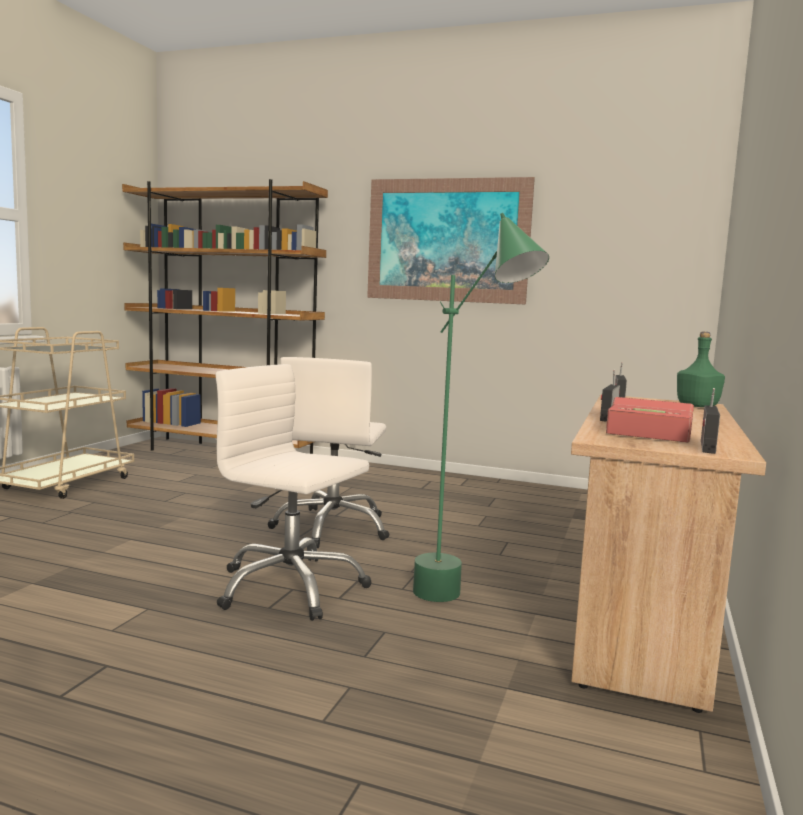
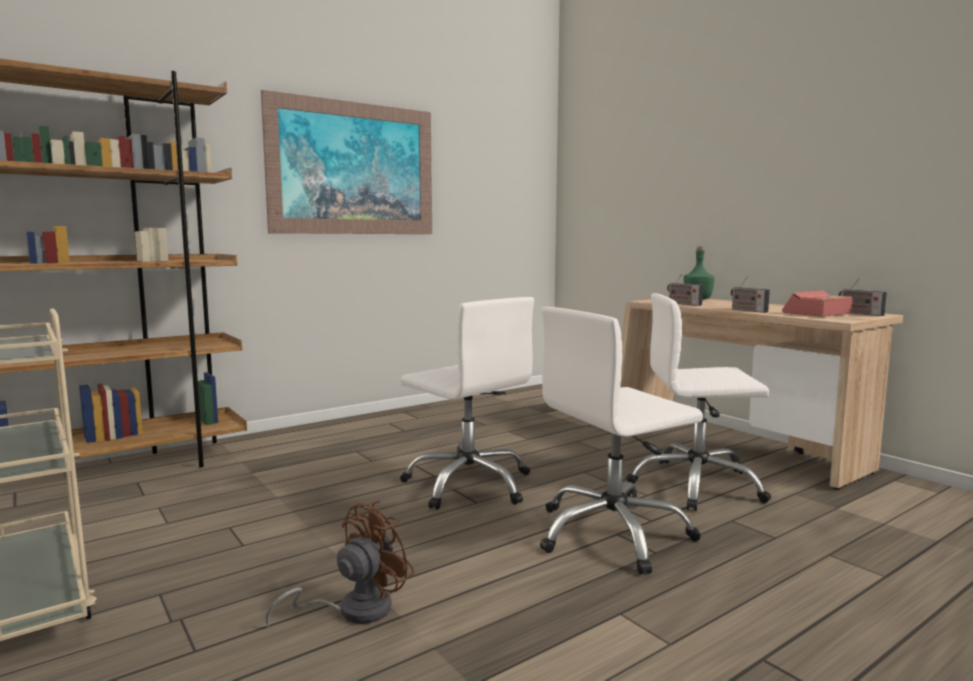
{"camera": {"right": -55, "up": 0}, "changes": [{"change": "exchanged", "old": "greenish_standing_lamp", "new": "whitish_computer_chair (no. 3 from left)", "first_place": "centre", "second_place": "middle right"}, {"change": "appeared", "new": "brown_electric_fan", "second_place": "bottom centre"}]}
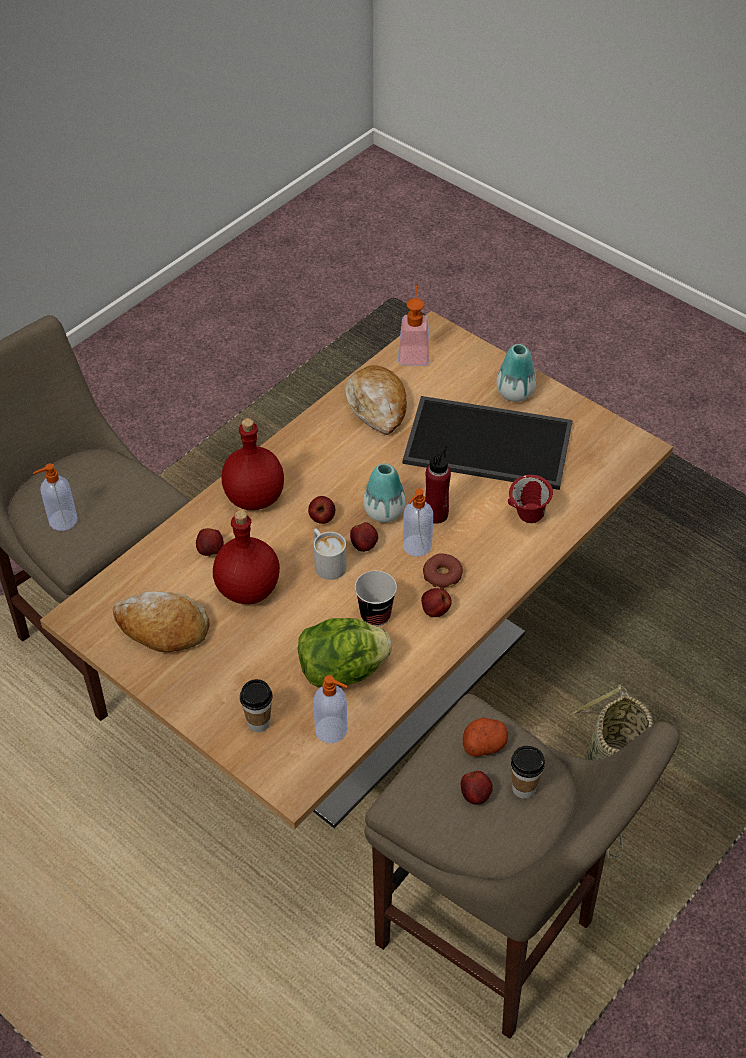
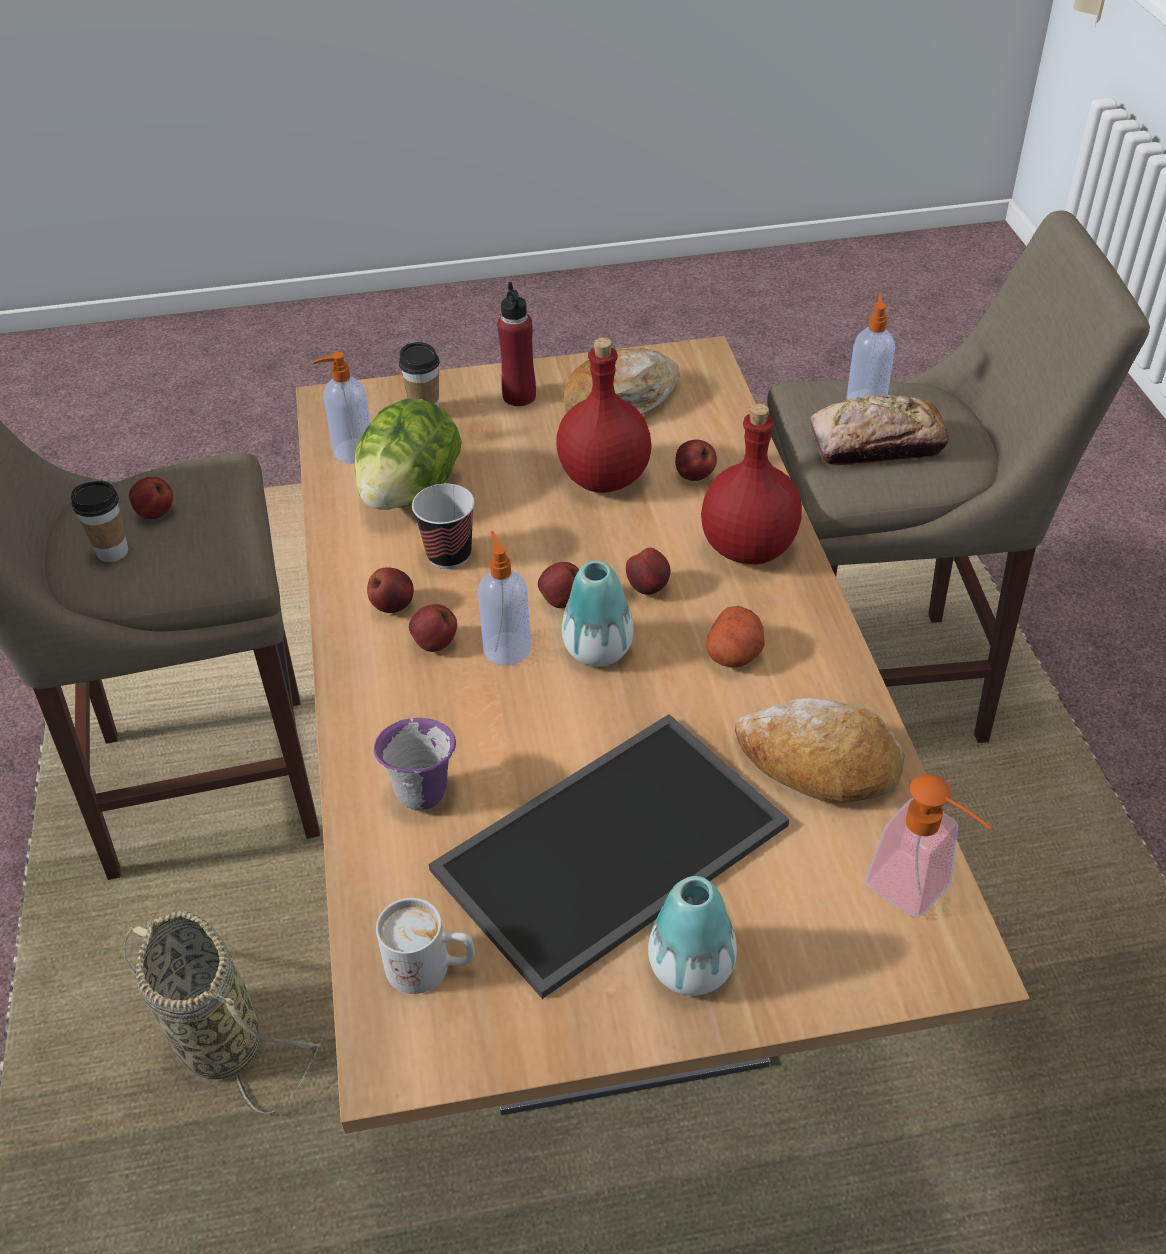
{"camera": {"right": 130, "up": -5}, "changes": [{"change": "relocated", "old": "red-coloured_beverage_bottle (no. 3 from left in the first image)", "new": "red-coloured_beverage_bottle (no. 1 from left)", "first_place": "centre", "second_place": "top centre"}, {"change": "colour", "old": "red-coloured_mug", "new": "purple-coloured_mug", "first_place": "middle right", "second_place": "centre"}, {"change": "relocated", "old": "whitish_mug", "first_place": "centre", "second_place": "bottom centre"}, {"change": "exchanged", "old": "donut", "new": "whole_apple (no. 3 from left)", "first_place": "centre", "second_place": "centre"}, {"change": "relocated", "old": "spud", "first_place": "bottom centre", "second_place": "centre"}, {"change": "appeared", "new": "baked_bread (no. 3 from left)", "second_place": "middle right"}]}
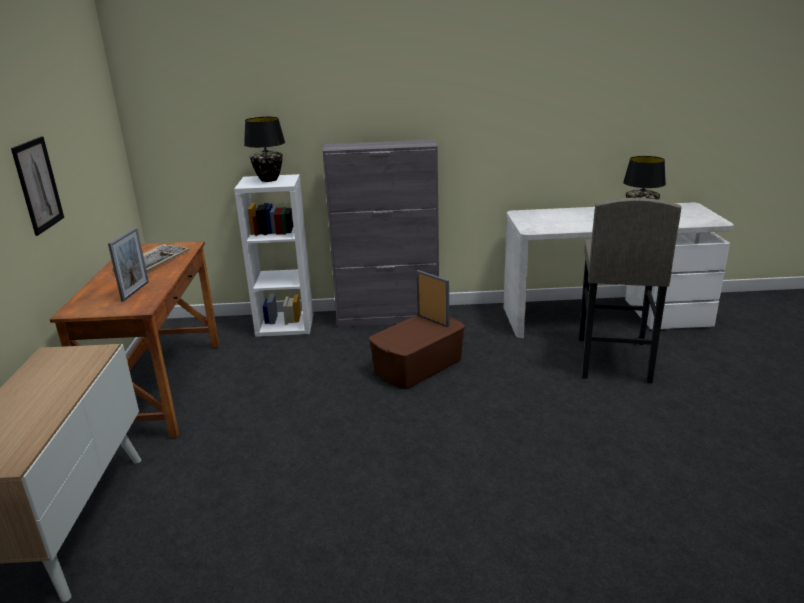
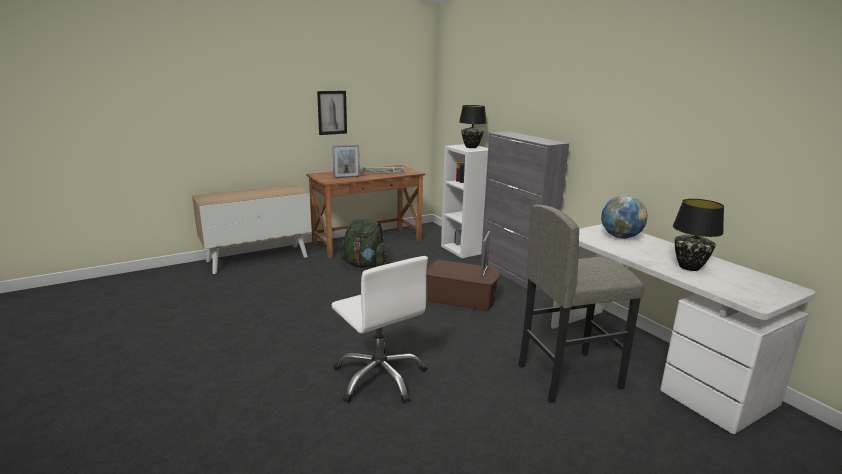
{"camera": {"right": 60, "up": -5}, "changes": [{"change": "appeared", "new": "desk_globe", "second_place": "middle right"}, {"change": "appeared", "new": "greenish_knapsack", "second_place": "centre"}, {"change": "appeared", "new": "whitish_computer_chair", "second_place": "bottom centre"}]}
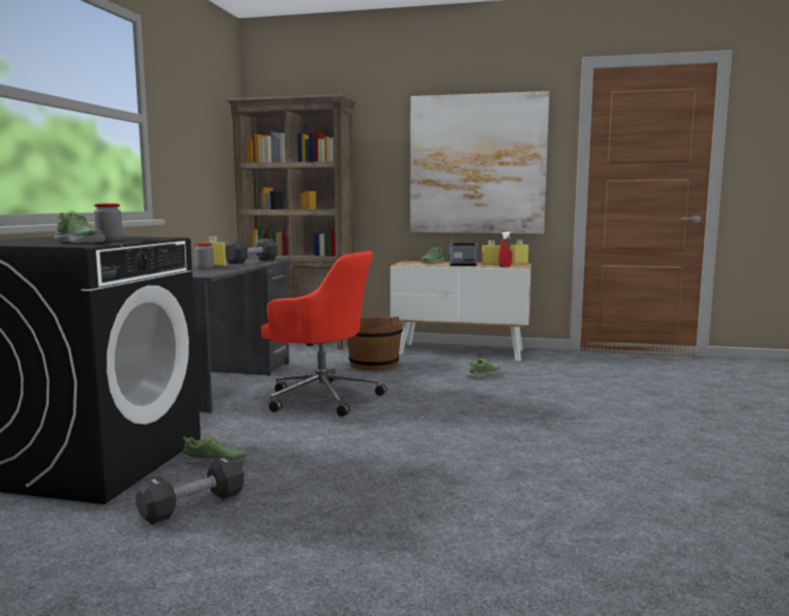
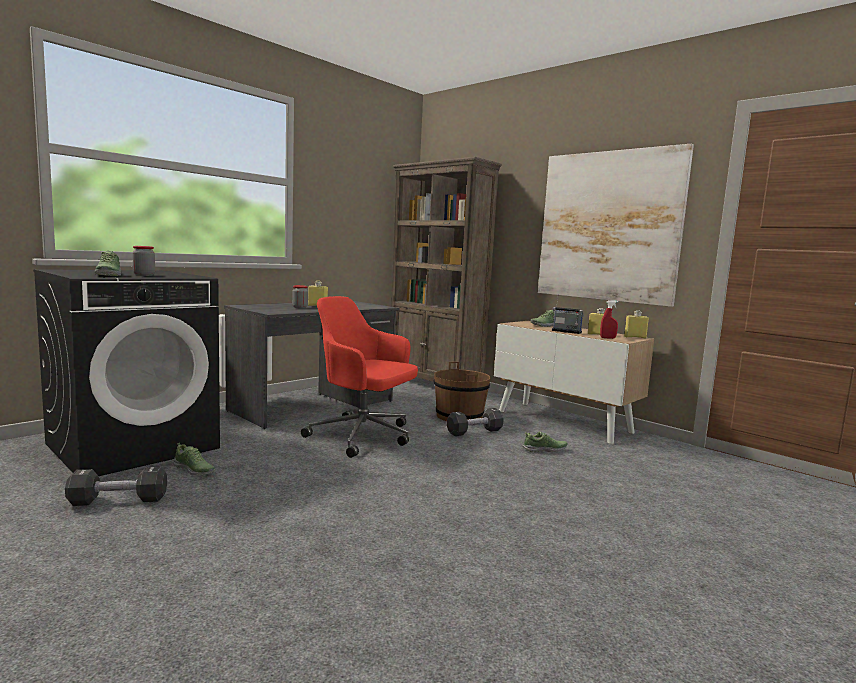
{"camera": {"right": 30, "up": 0}, "changes": [{"change": "relocated", "old": "black_hand_weight (no. 2 from left)", "first_place": "middle left", "second_place": "centre"}, {"change": "spun", "old": "red-coloured_computer_chair", "first_place": "centre", "second_place": "centre", "degrees": 150}]}
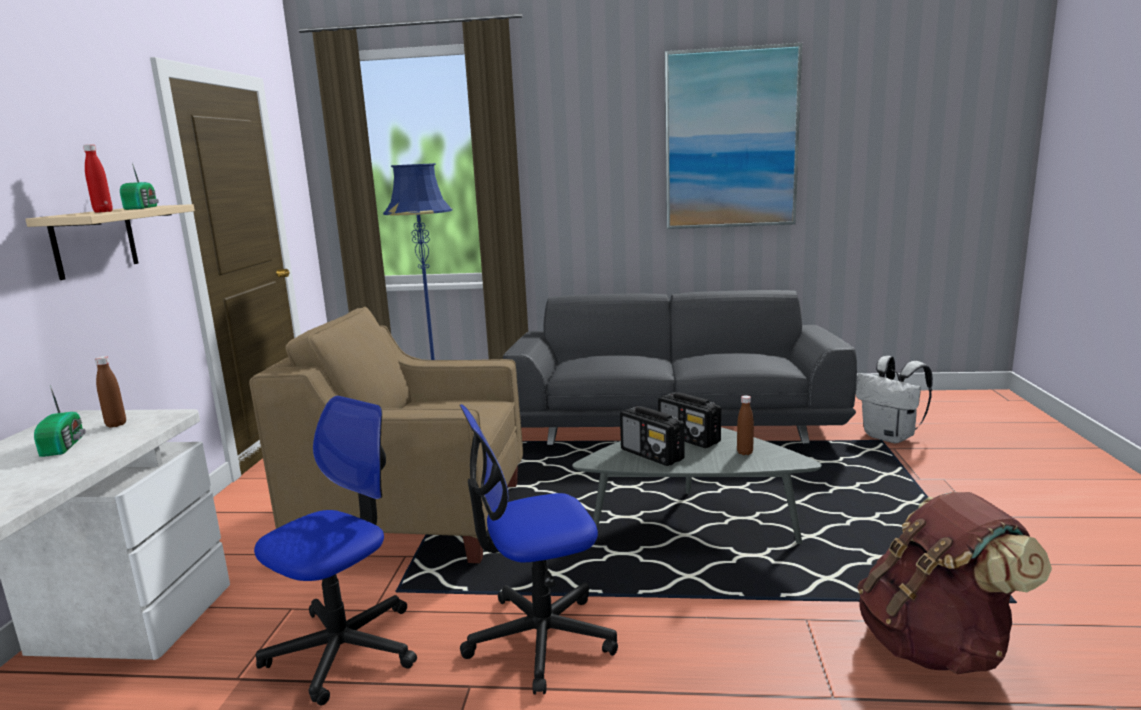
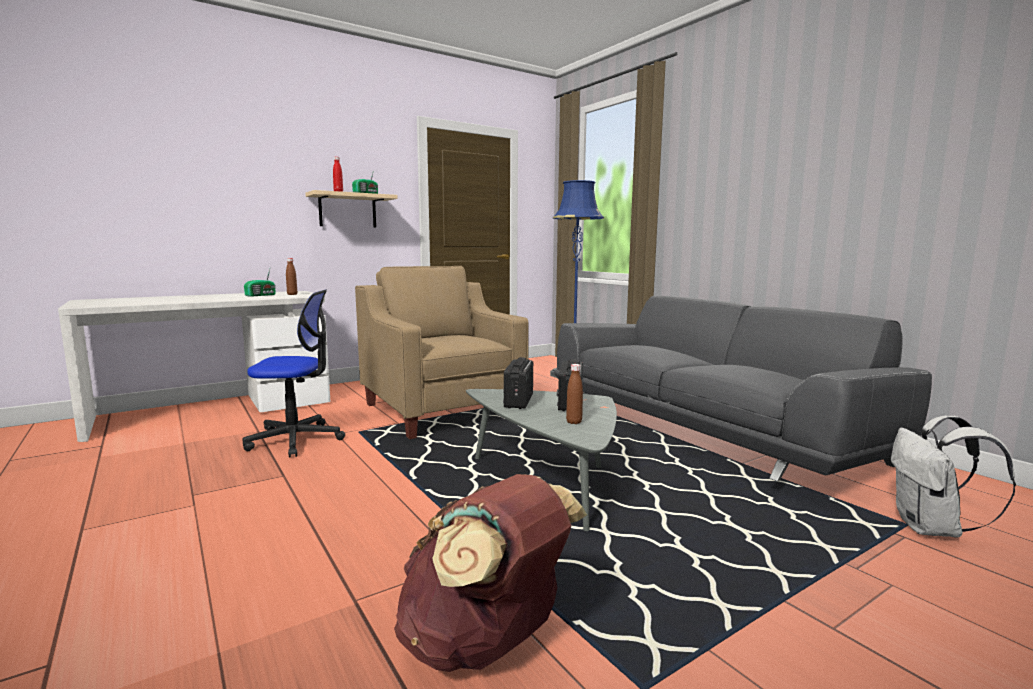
{"camera": {"right": 50, "up": -5}, "changes": [{"change": "missing", "old": "picture", "first_place": "top centre"}, {"change": "missing", "old": "computer_chair (no. 2 from left)", "first_place": "bottom centre"}]}
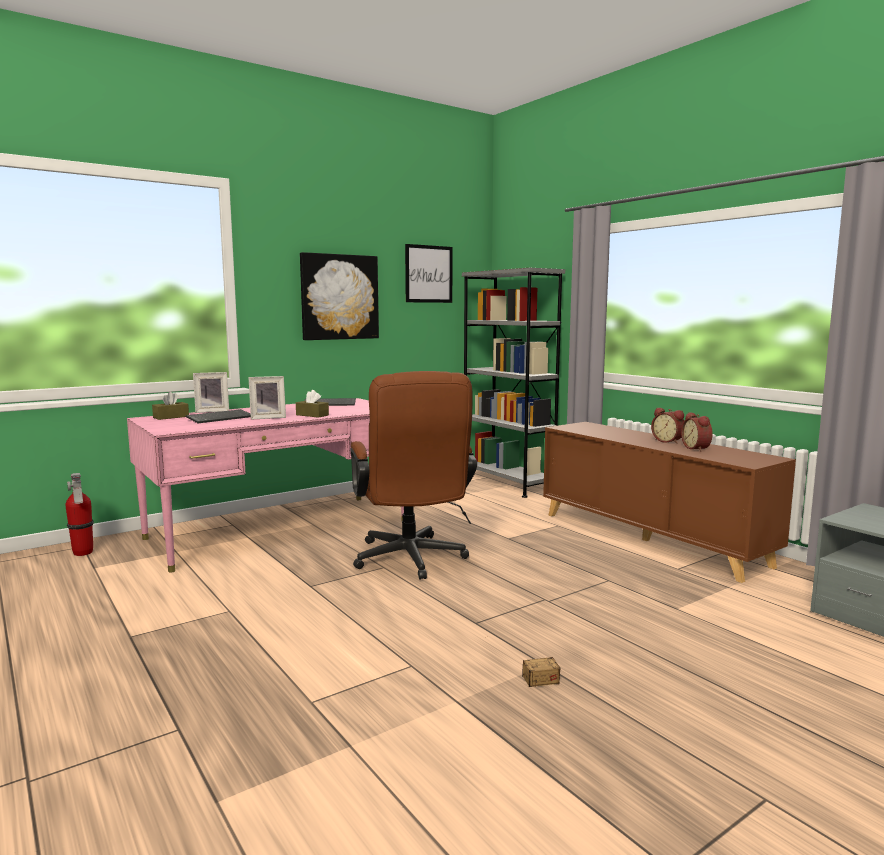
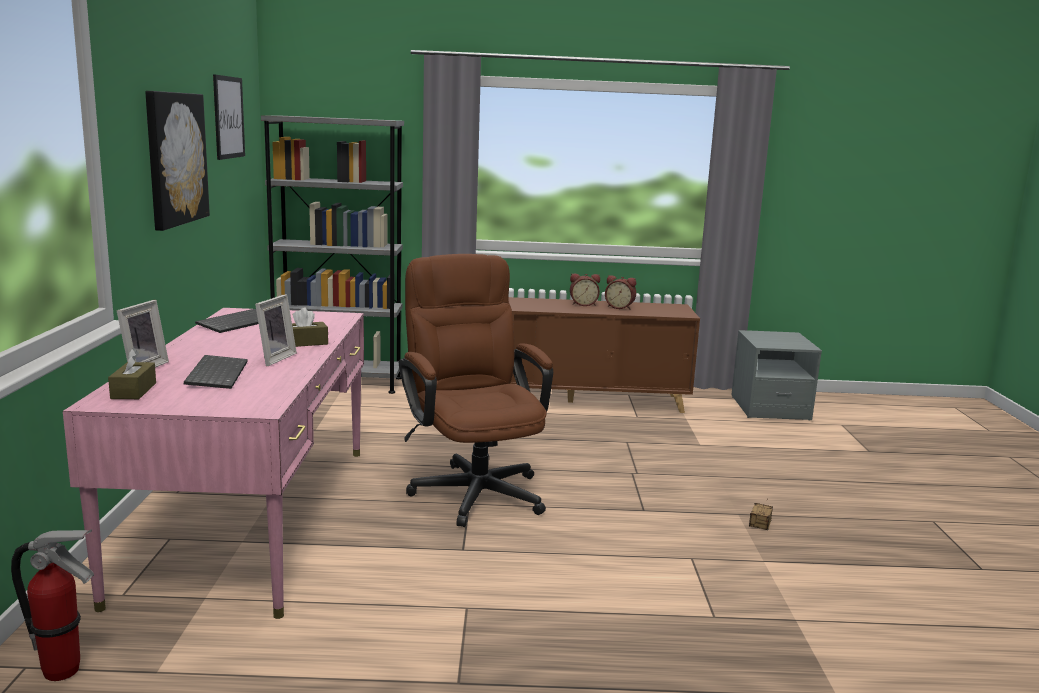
{"camera": {"right": -55, "up": 5}, "changes": [{"change": "spun", "old": "brown_computer_chair", "first_place": "centre", "second_place": "centre", "degrees": -135}]}
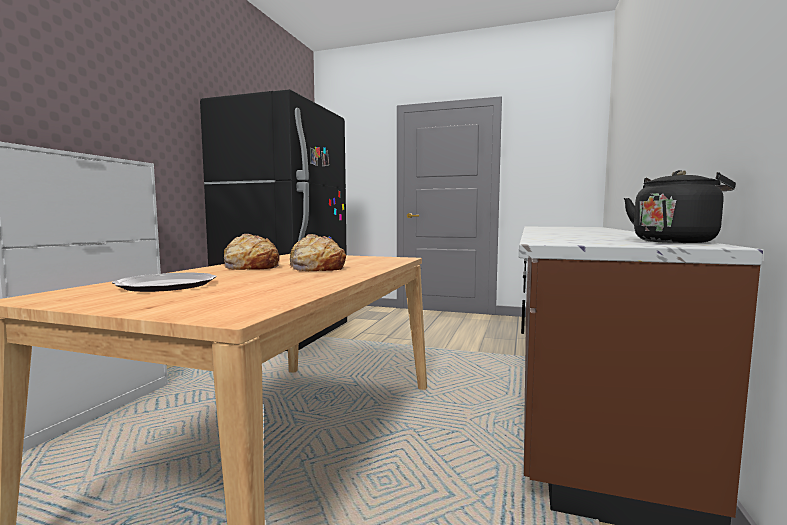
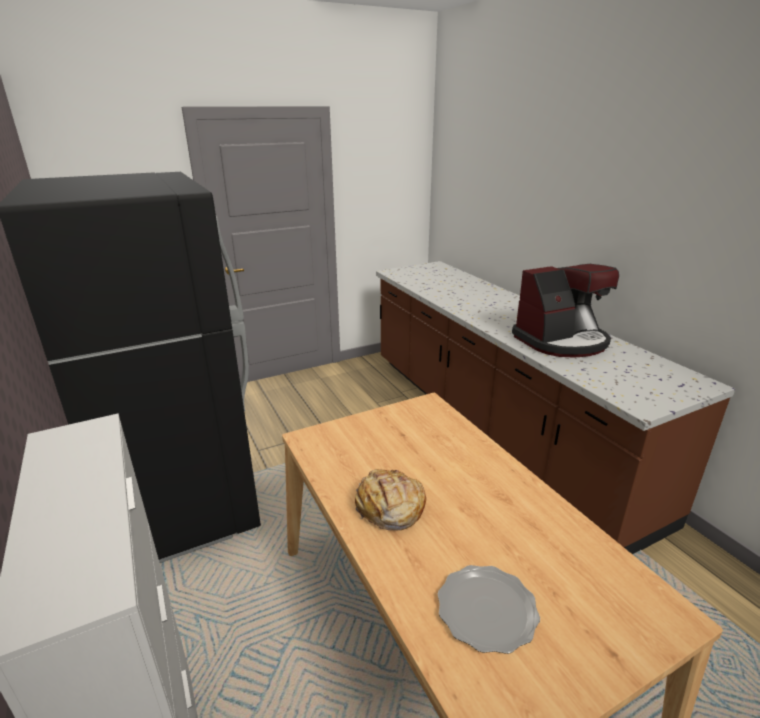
{"camera": {"right": -45, "up": 20}, "changes": [{"change": "missing", "old": "black_kettle", "first_place": "middle right"}, {"change": "missing", "old": "baked_bread (no. 2 from left)", "first_place": "centre"}, {"change": "appeared", "new": "coffee_machine", "second_place": "middle right"}]}
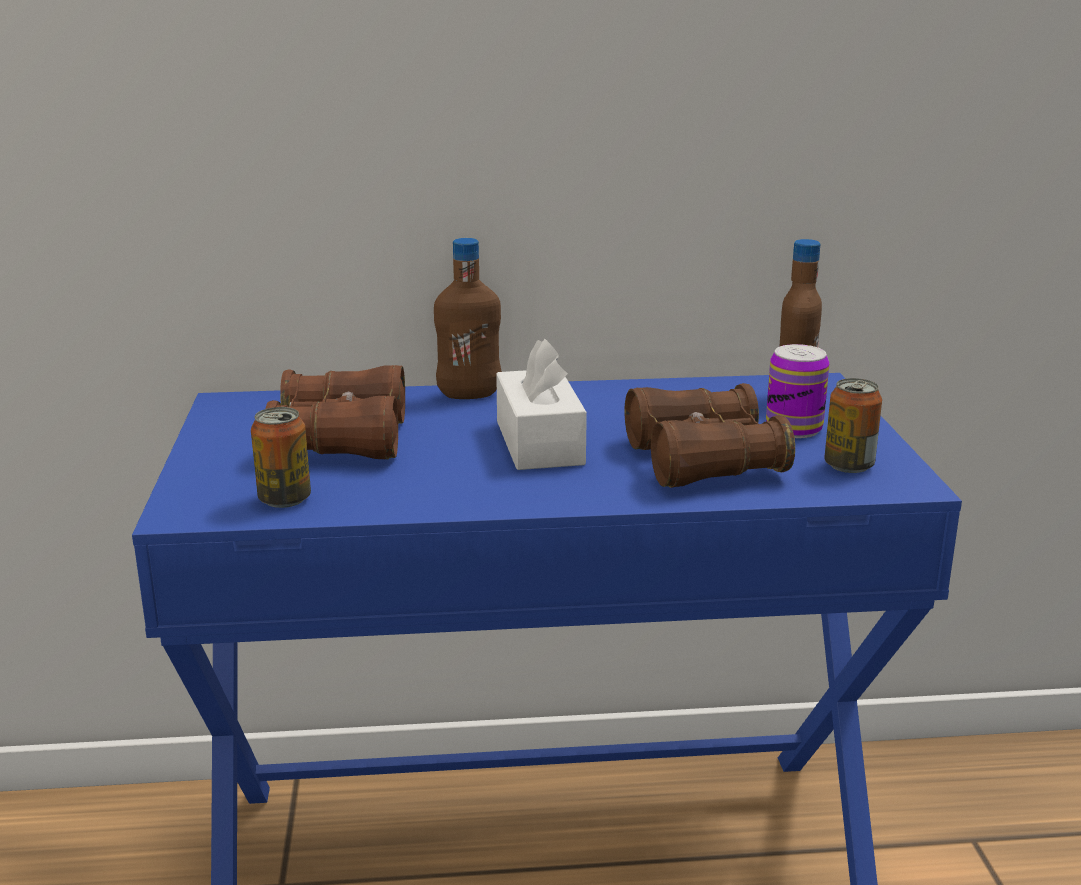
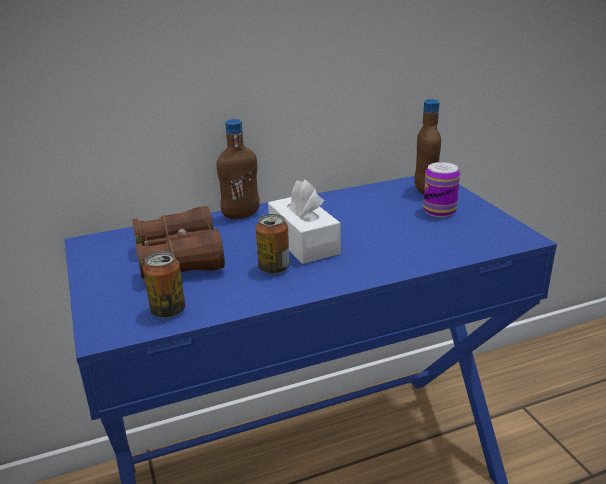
{"camera": {"right": -15, "up": 5}, "changes": [{"change": "relocated", "old": "sealed_can (no. 3 from left in the first image)", "new": "sealed_can (no. 2 from left)", "first_place": "middle right", "second_place": "centre"}, {"change": "missing", "old": "brown_field_glasses (no. 2 from left)", "first_place": "centre"}]}
